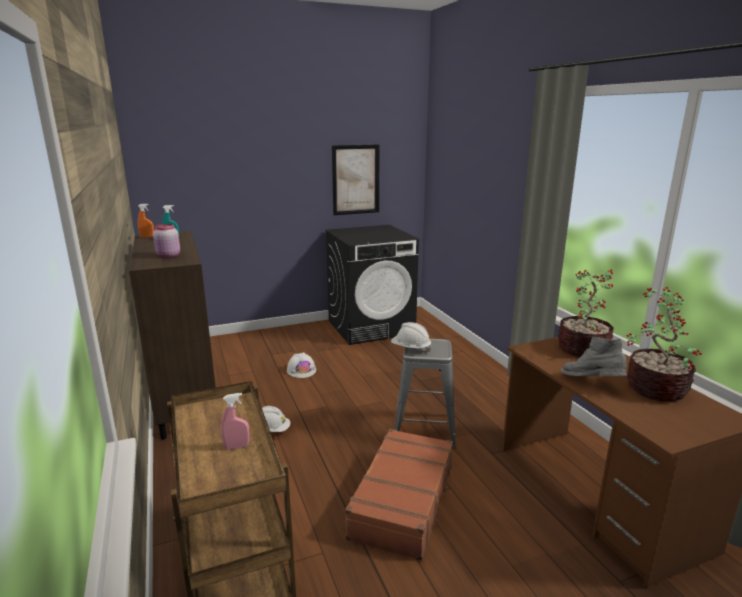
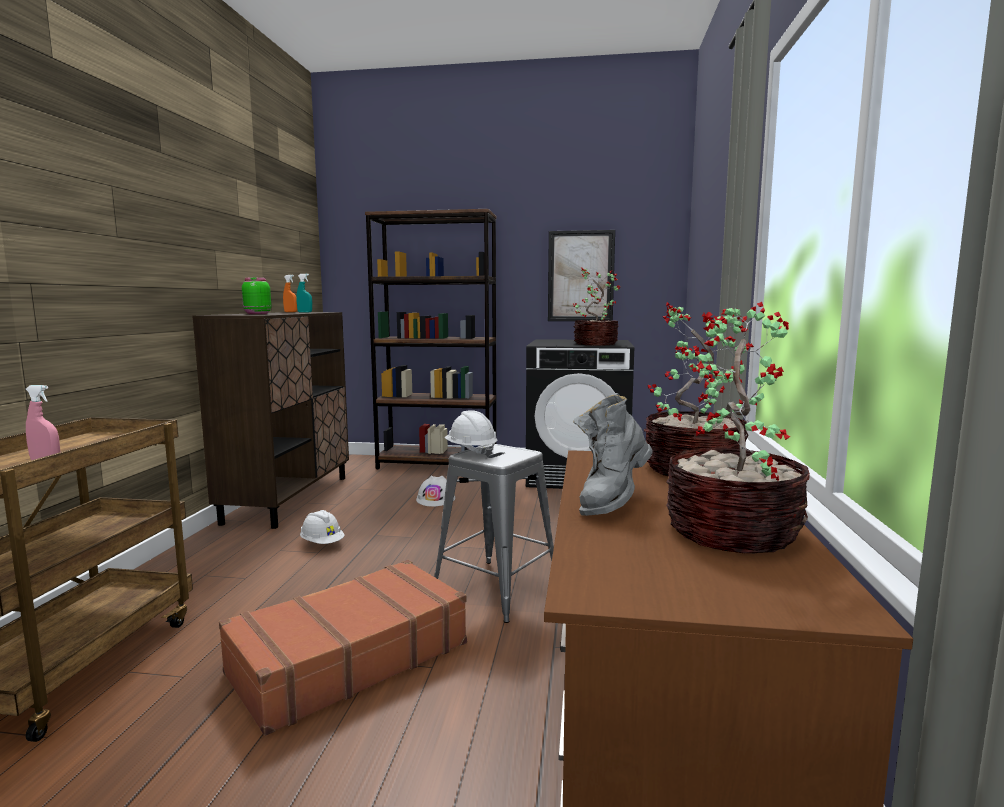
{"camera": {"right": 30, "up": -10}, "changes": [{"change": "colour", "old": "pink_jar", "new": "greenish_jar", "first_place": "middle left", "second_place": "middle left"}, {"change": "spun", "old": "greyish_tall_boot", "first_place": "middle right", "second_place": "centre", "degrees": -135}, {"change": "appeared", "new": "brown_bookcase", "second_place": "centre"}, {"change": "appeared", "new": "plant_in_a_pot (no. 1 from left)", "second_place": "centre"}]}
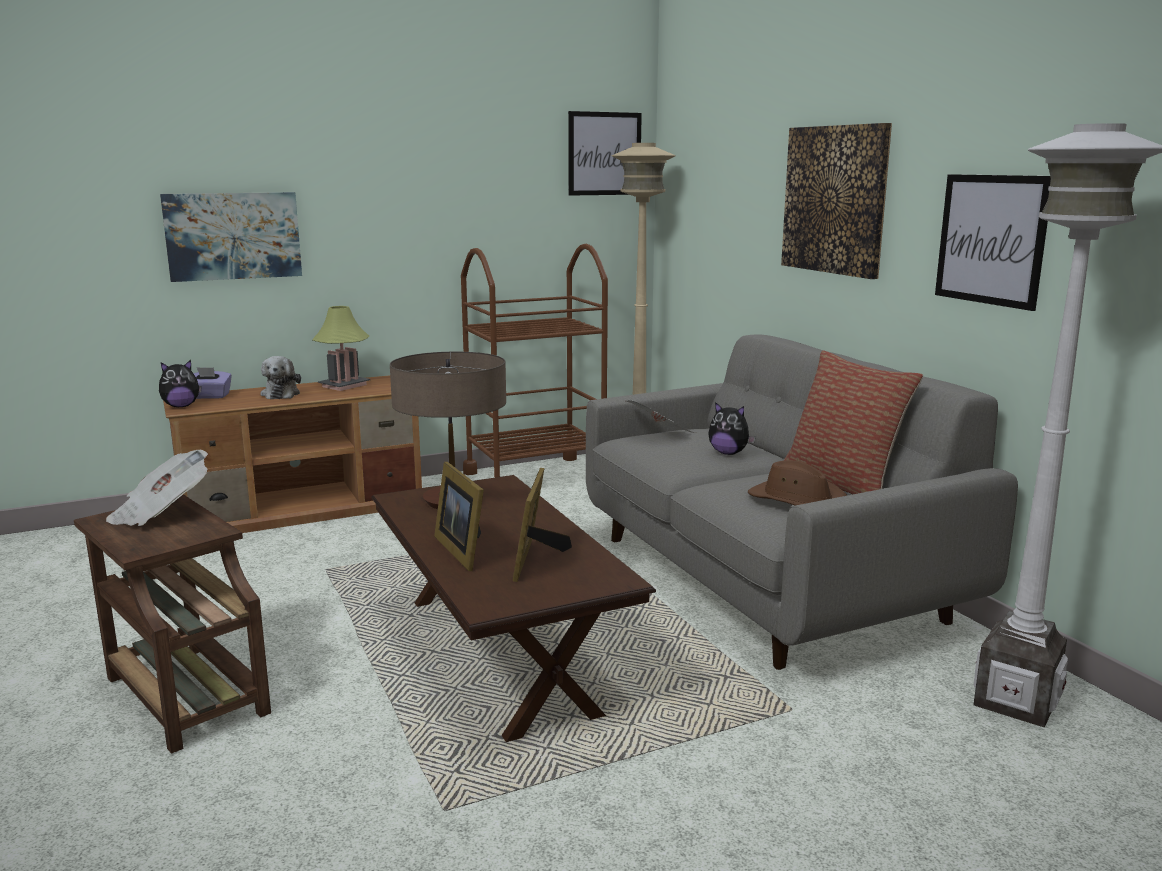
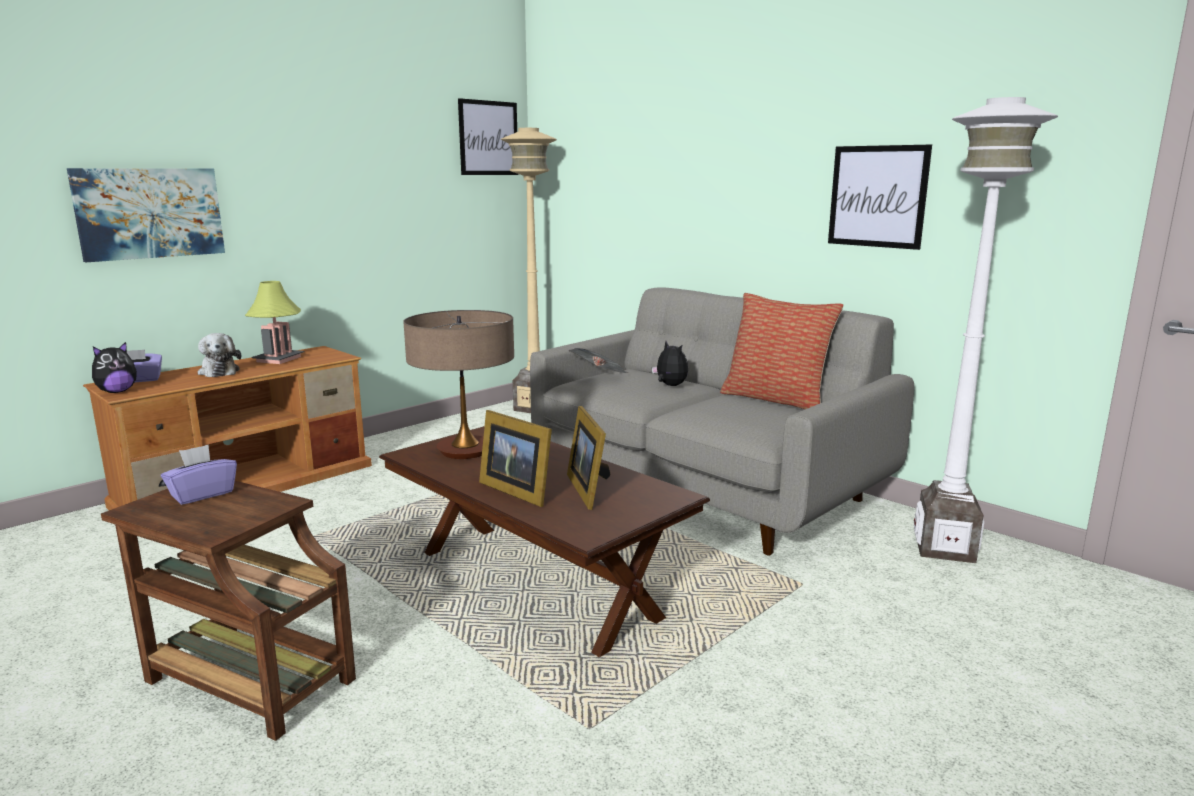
{"camera": {"right": -20, "up": 0}, "changes": [{"change": "missing", "old": "picture (no. 3 from left)", "first_place": "top right"}, {"change": "missing", "old": "brown_cart", "first_place": "centre"}, {"change": "spun", "old": "plush_toy (no. 3 from left)", "first_place": "centre", "second_place": "centre", "degrees": -135}, {"change": "exchanged", "old": "daily_paper (no. 1 from left)", "new": "purple-coloured_tissue_box (no. 2 from left)", "first_place": "middle left", "second_place": "middle left"}, {"change": "missing", "old": "brown_hat", "first_place": "middle right"}]}
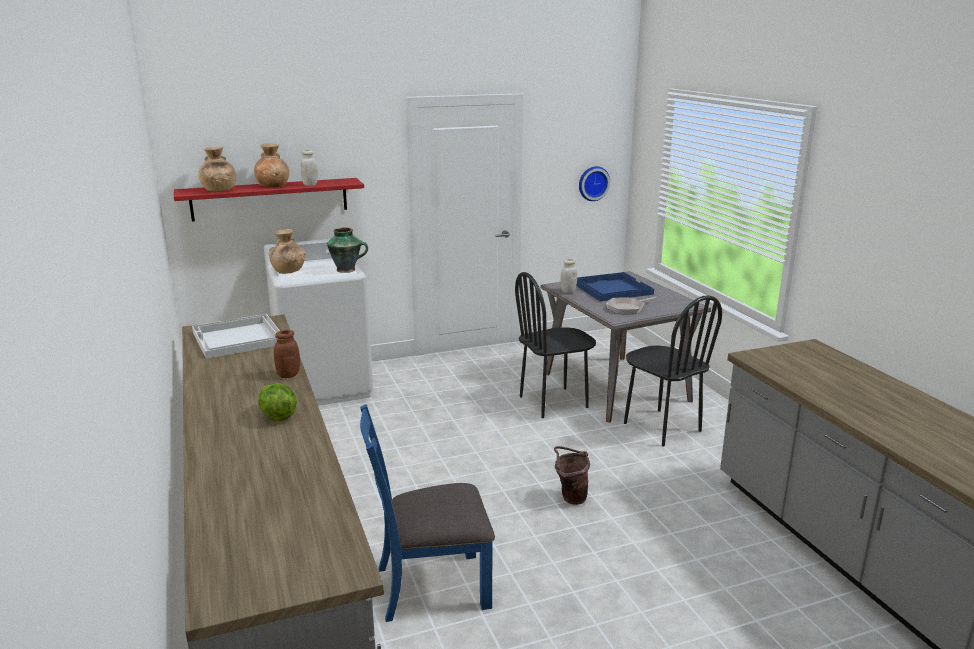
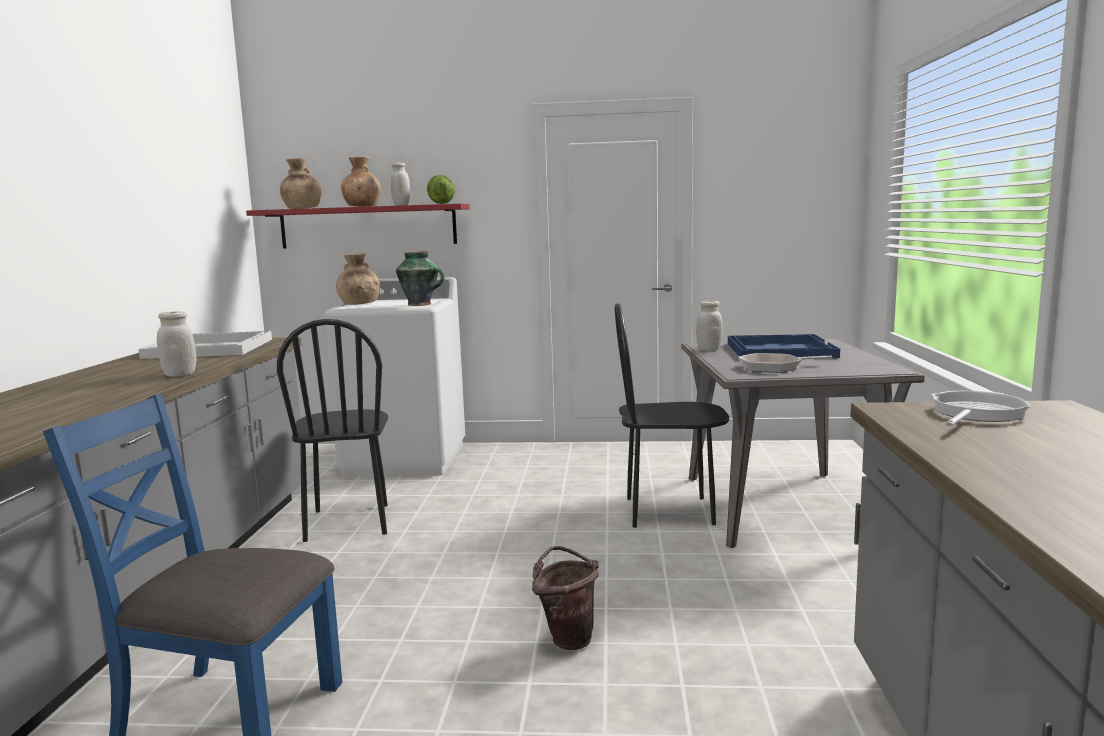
{"camera": {"right": 25, "up": -10}, "changes": [{"change": "missing", "old": "clock_on_the_wall", "first_place": "top centre"}, {"change": "relocated", "old": "black_upright_chair (no. 2 from left in the first image)", "new": "black_upright_chair (no. 1 from left)", "first_place": "middle right", "second_place": "middle left"}, {"change": "colour", "old": "brown_jar", "new": "whitish_jar (no. 1 from left)", "first_place": "middle left", "second_place": "middle left"}, {"change": "relocated", "old": "head_of_lettuce", "first_place": "middle left", "second_place": "top centre"}, {"change": "appeared", "new": "pan (no. 2 from left)", "second_place": "middle right"}]}
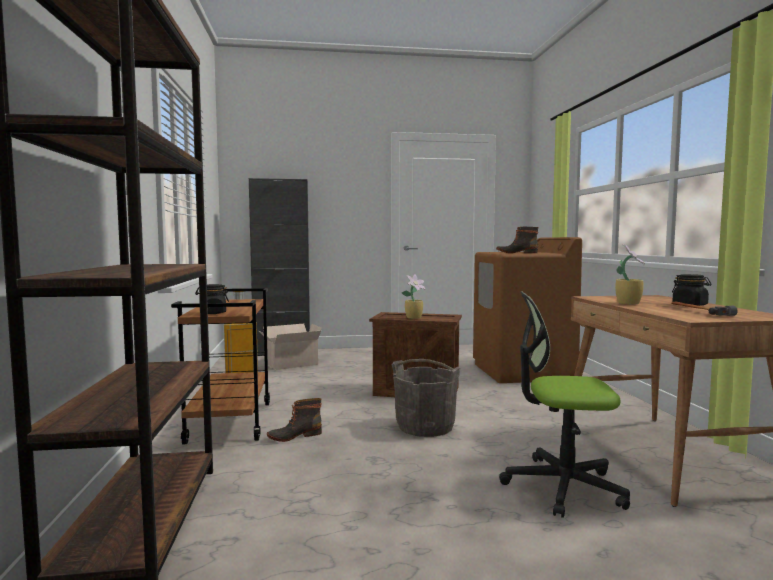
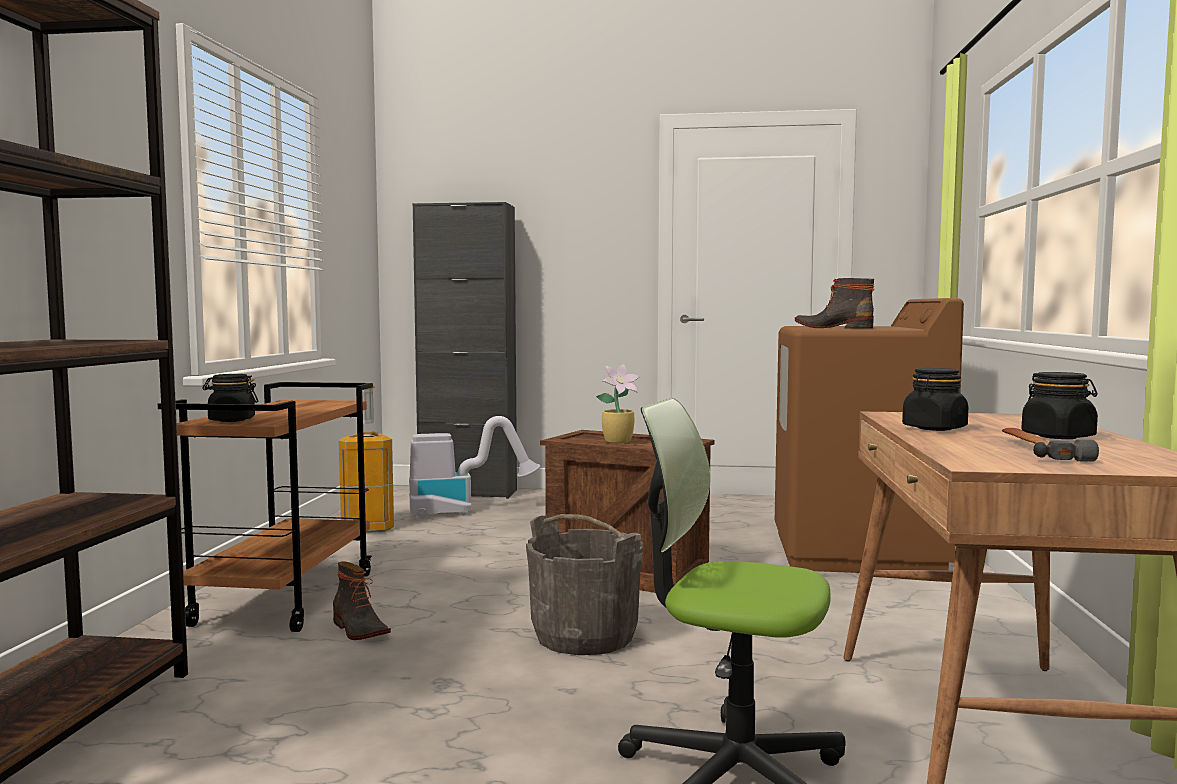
{"camera": {"right": 15, "up": 0}, "changes": [{"change": "exchanged", "old": "plant_in_a_pot (no. 2 from left)", "new": "black_jar (no. 2 from left)", "first_place": "middle right", "second_place": "middle right"}, {"change": "exchanged", "old": "carton", "new": "hoover", "first_place": "centre", "second_place": "centre"}, {"change": "spun", "old": "tall_boot (no. 1 from left)", "first_place": "bottom centre", "second_place": "bottom left", "degrees": -120}]}
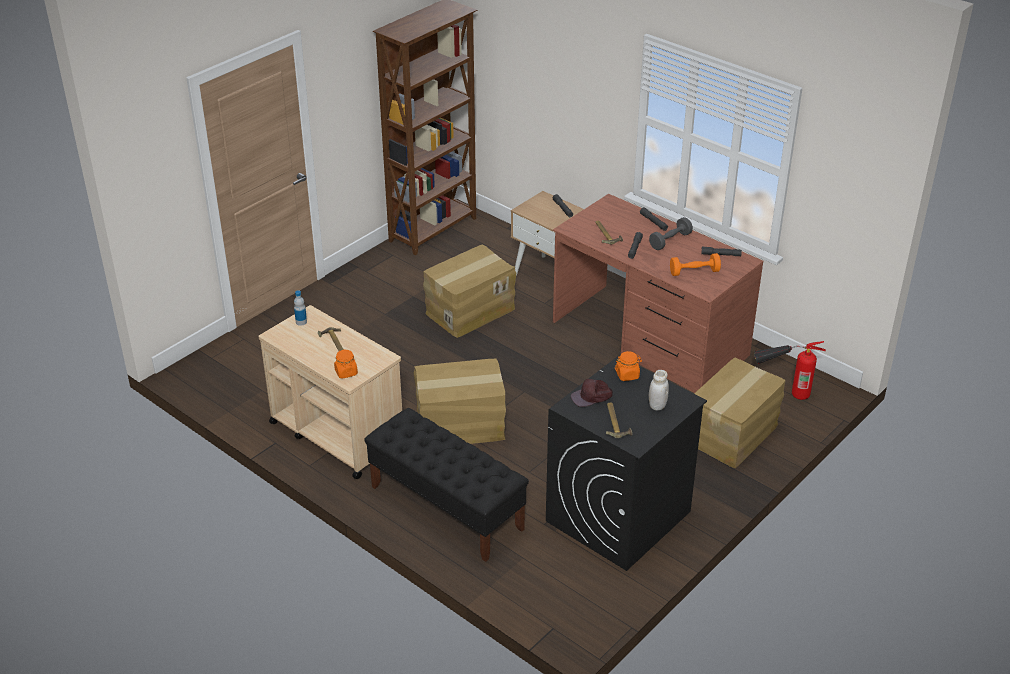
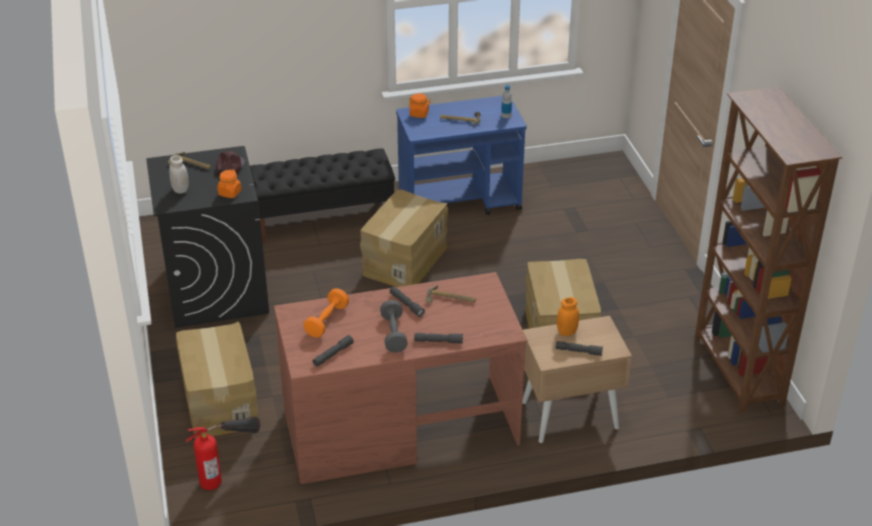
{"camera": {"right": 125, "up": 0}, "changes": [{"change": "colour", "old": "sand-coloured_cart", "new": "bluish_cart", "first_place": "middle left", "second_place": "top centre"}, {"change": "appeared", "new": "orange-coloured_jar (no. 3 from left)", "second_place": "centre"}]}
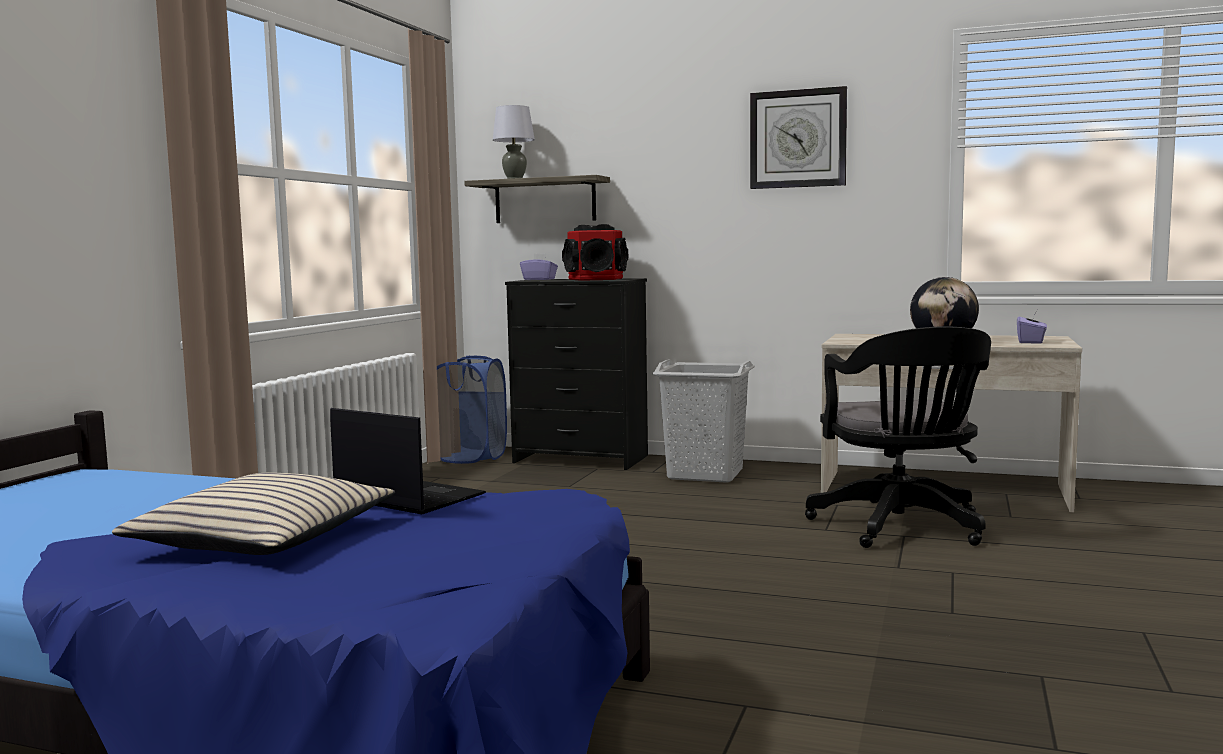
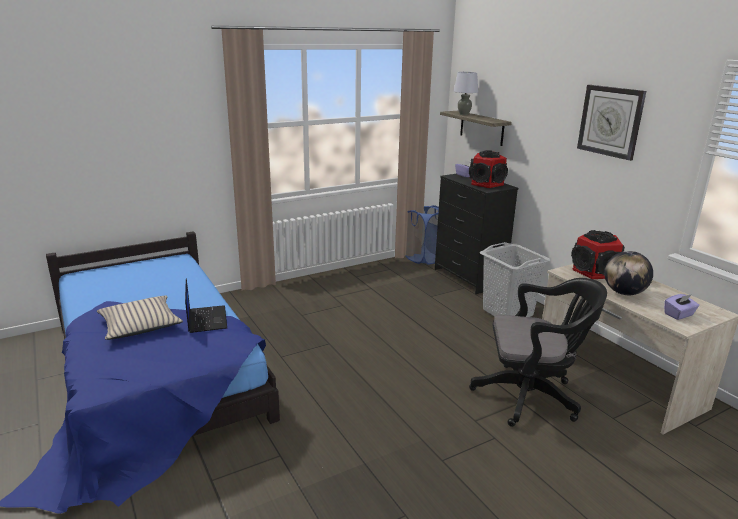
{"camera": {"right": 40, "up": 15}, "changes": [{"change": "spun", "old": "black_computer_chair", "first_place": "middle right", "second_place": "bottom right", "degrees": -120}, {"change": "appeared", "new": "loudspeaker (no. 2 from left)", "second_place": "middle right"}]}
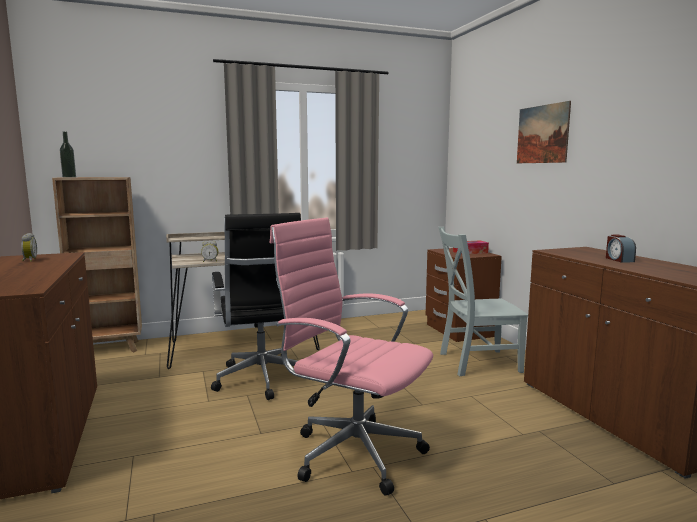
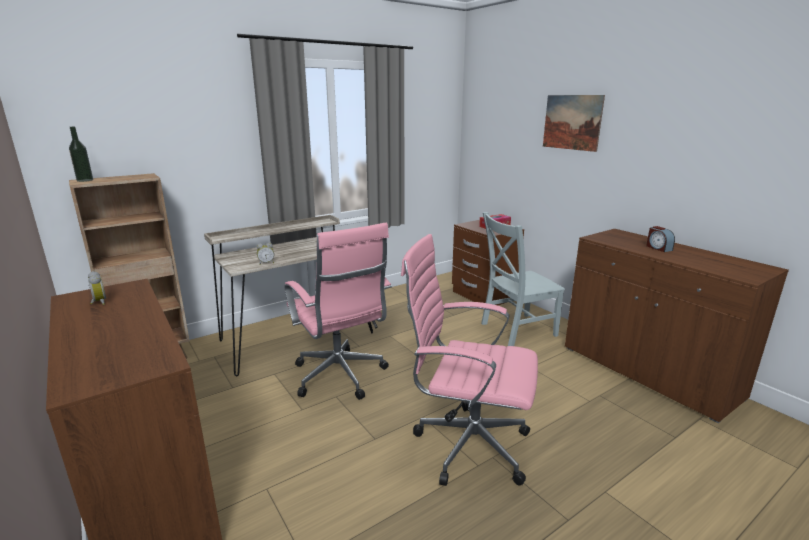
{"camera": {"right": -15, "up": 10}, "changes": [{"change": "colour", "old": "black_computer_chair", "new": "pink_computer_chair (no. 1 from left)", "first_place": "centre", "second_place": "centre"}]}
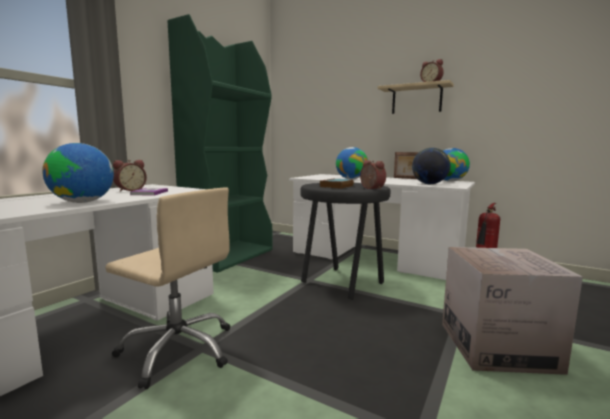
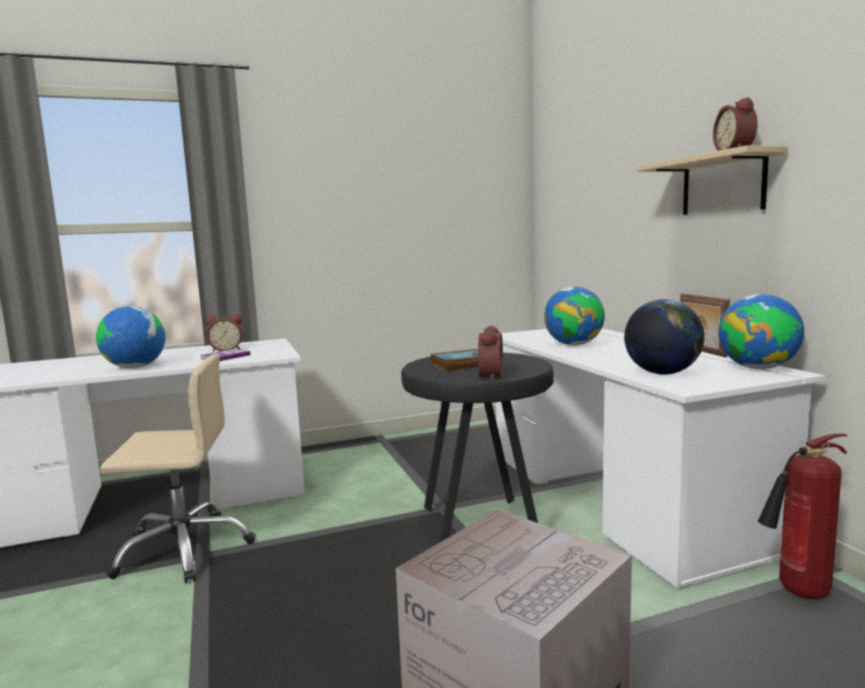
{"camera": {"right": 40, "up": 0}, "changes": [{"change": "missing", "old": "greenish_bookcase", "first_place": "centre"}, {"change": "spun", "old": "sand-coloured_computer_chair", "first_place": "bottom left", "second_place": "bottom left", "degrees": -75}]}
